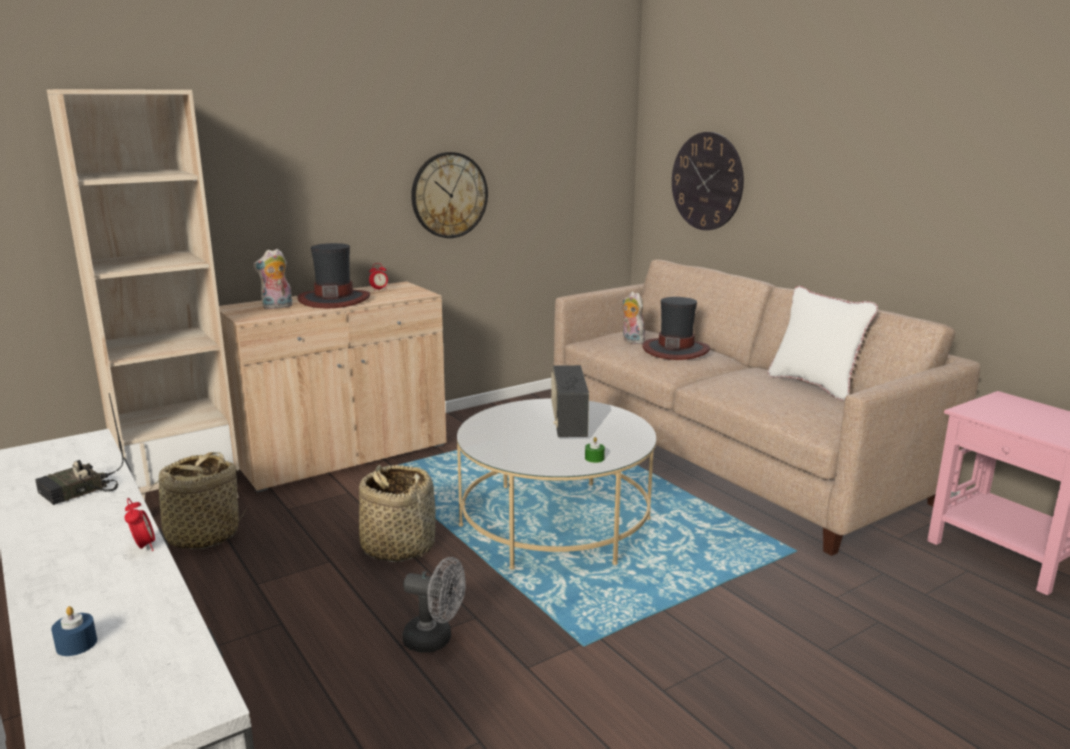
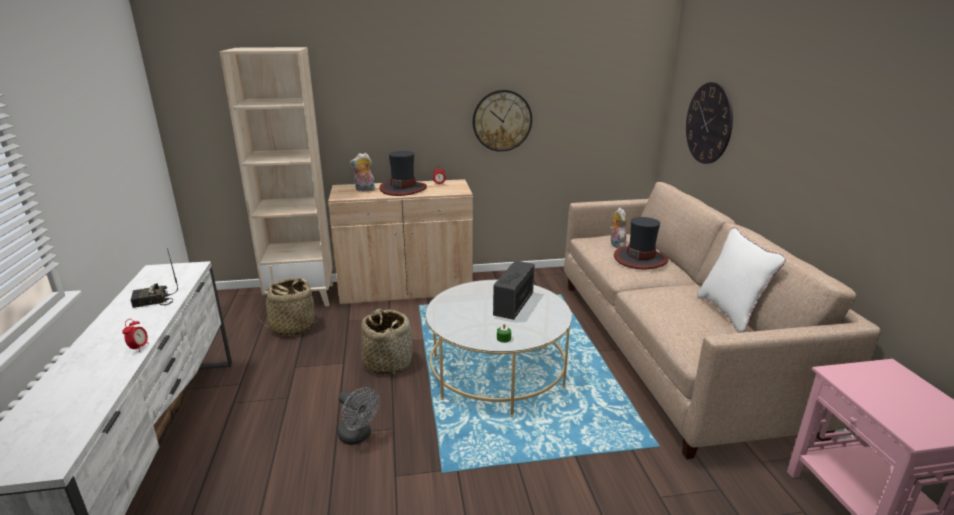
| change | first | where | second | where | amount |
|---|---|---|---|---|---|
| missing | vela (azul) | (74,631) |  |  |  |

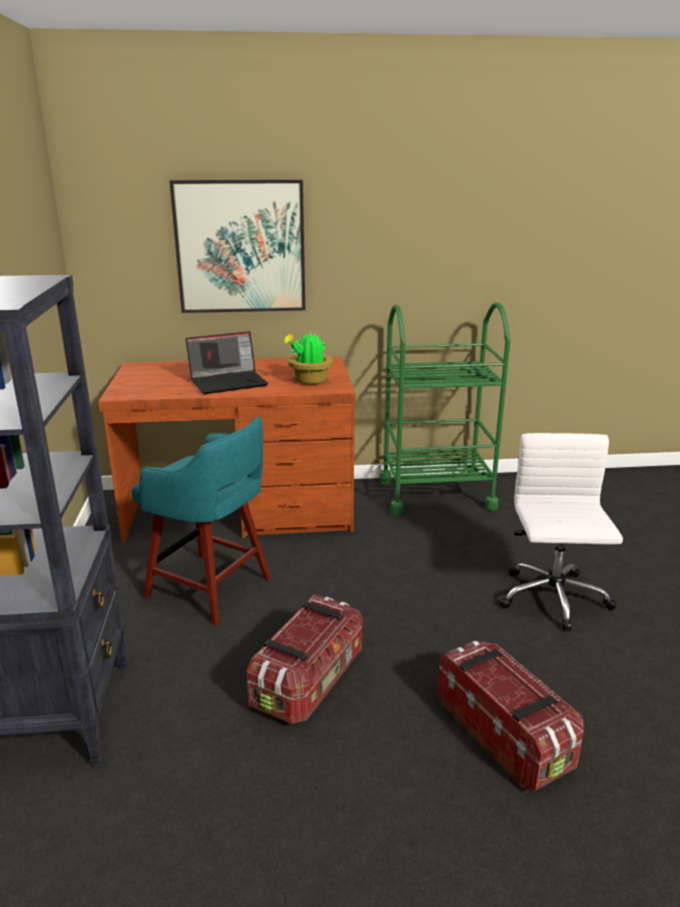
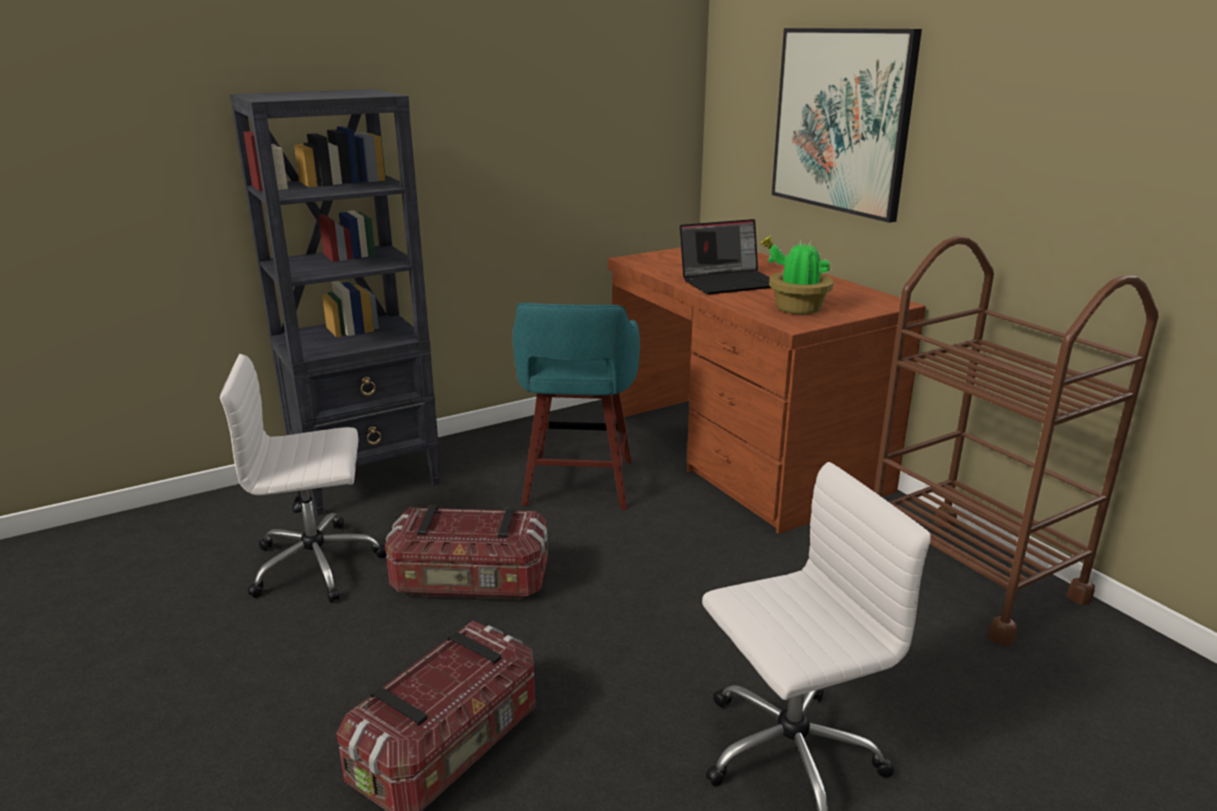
| change | first | where | second | where | amount |
|---|---|---|---|---|---|
| appeared |  |  | silla de oficina (blanco) | (303,478) |  |
| colour | carrito (verde) | (445,408) | carrito (marrón) | (1016,441) |  |
| spun | portátil | (226,362) |  | (725,257) | 60 degrees counterclockwise |

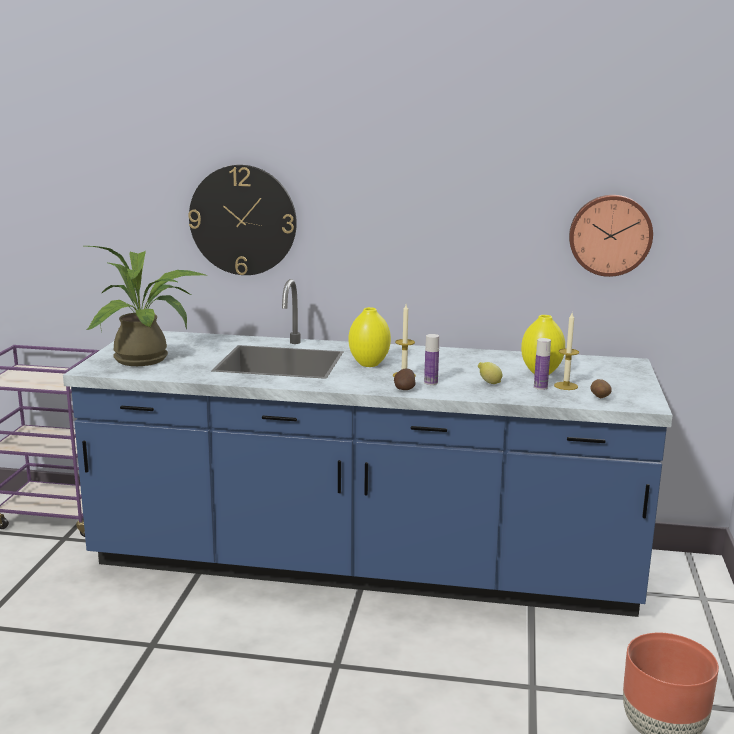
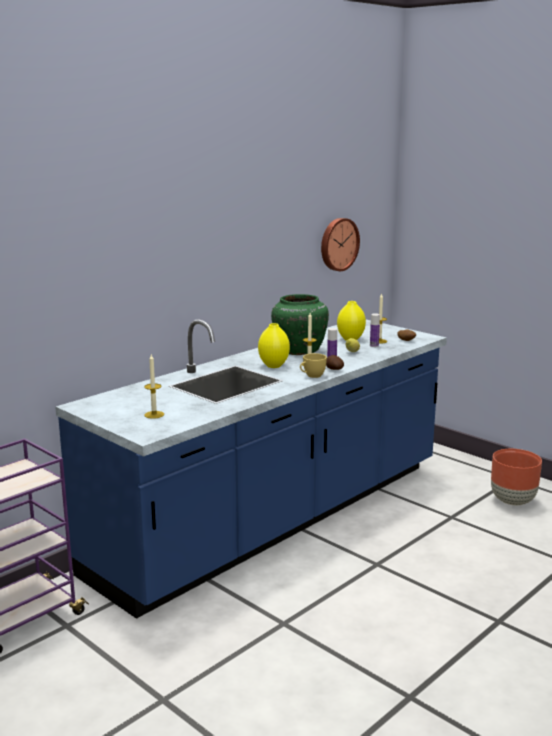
| change | first | where | second | where | amount |
|---|---|---|---|---|---|
| missing | reloj de pared | (242,220) |  |  |  |
| appeared |  |  | florero (verde) | (300,324) |  |
| appeared |  |  | taza (amarillo) | (313,365) |  |
| exchanged | planta en maceta | (146,306) | vela | (154,386) |  |

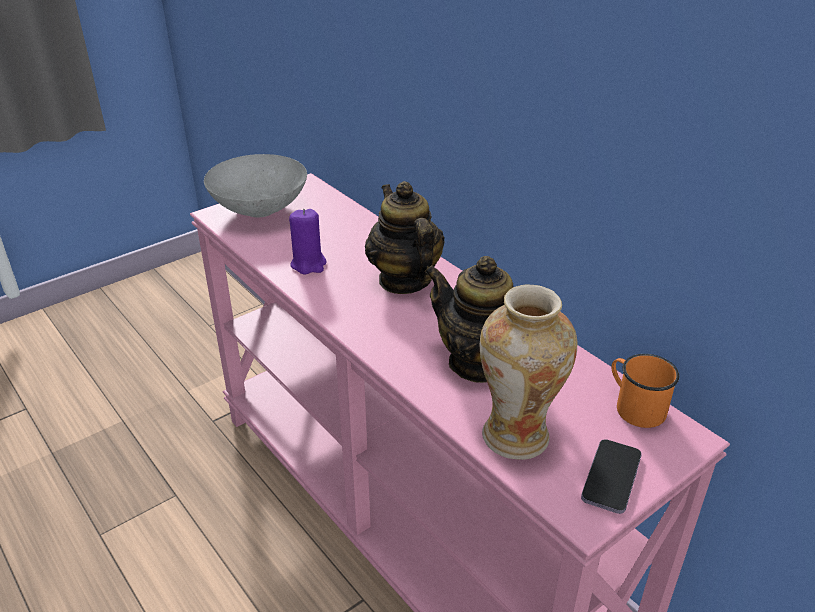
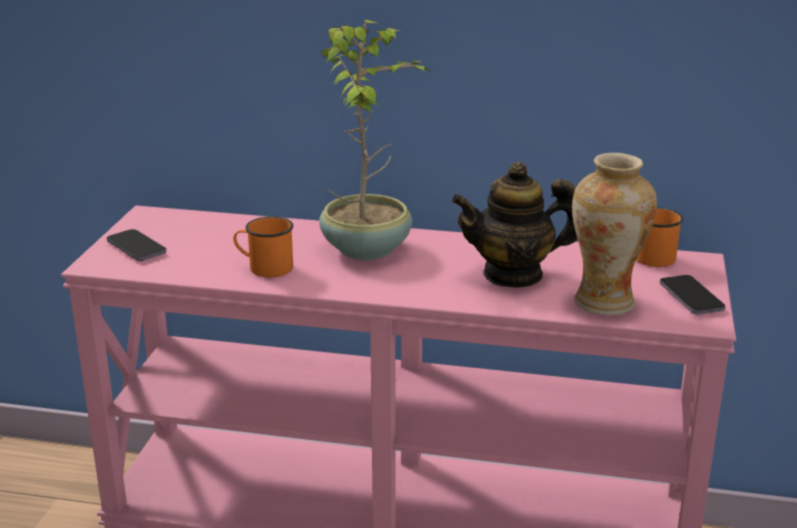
| change | first | where | second | where | amount |
|---|---|---|---|---|---|
| exchanged | cuenco (gris) | (255,186) | móvil | (136,245) |  |
| exchanged | vela (morado) | (308,241) | taza grande (naranja) | (263,246) |  |
| exchanged | tetera | (405,237) | planta en maceta | (375,140) |  |

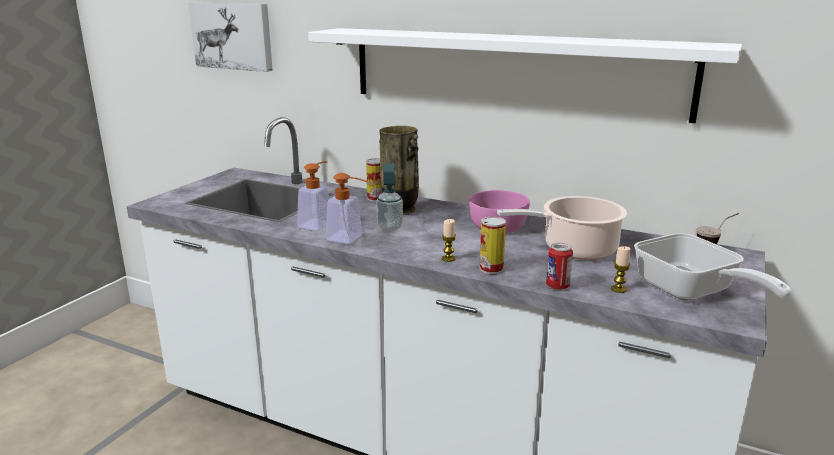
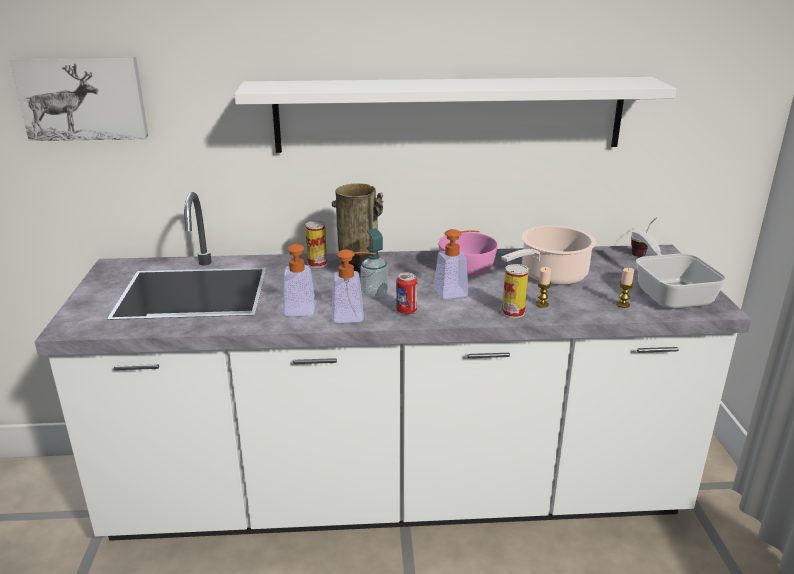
| change | first | where | second | where | amount |
|---|---|---|---|---|---|
| appeared |  |  | dispensador de jabón | (457,264) |  |
| relocated | vela | (449,240) |  | (543,287) |  |
| relocated | lata | (559,266) |  | (406,293) |  |
| spun | sartén | (713,266) |  | (679,270) | 135 degrees counterclockwise |

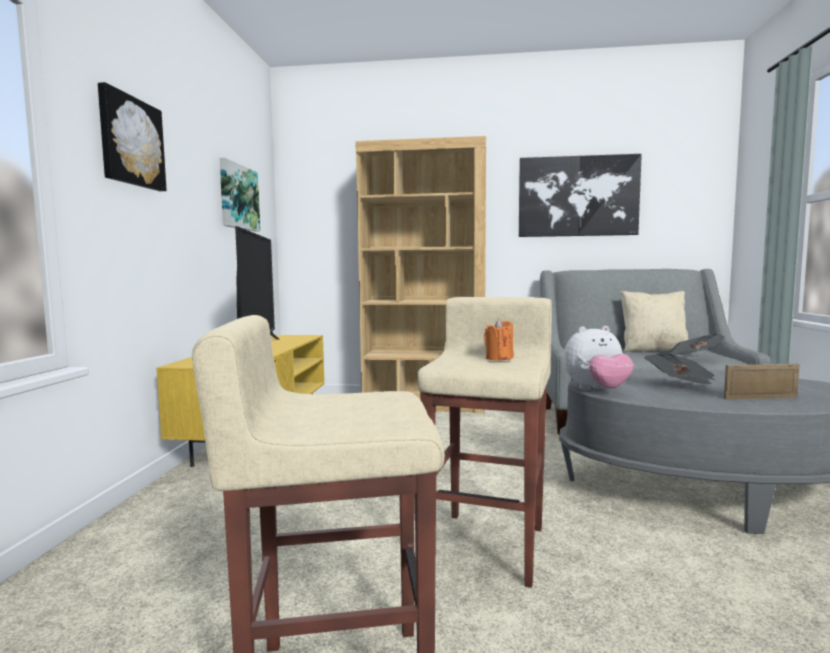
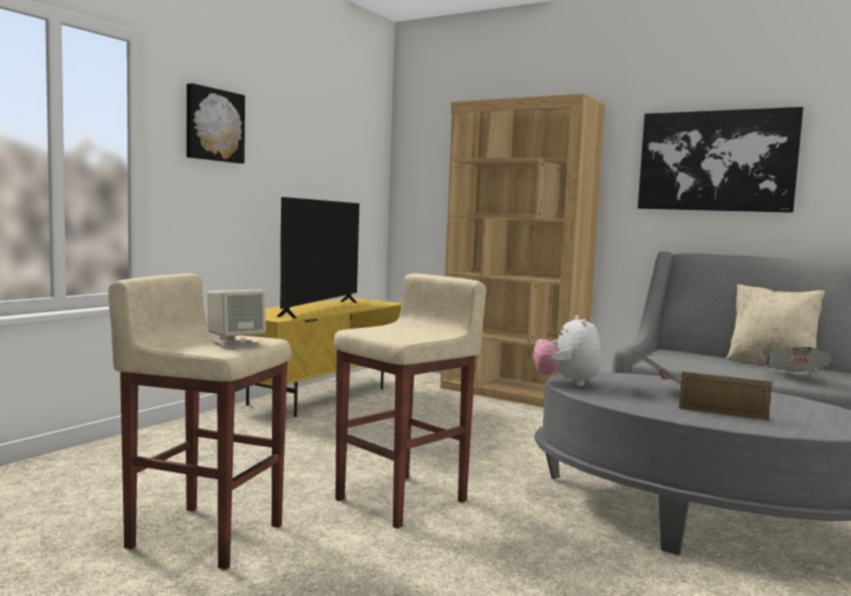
| change | first | where | second | where | amount |
|---|---|---|---|---|---|
| missing | cuadro | (240,195) |  |  |  |
| missing | vela (naranja) | (499,339) |  |  |  |
| appeared |  |  | altavoz (beis) | (236,319) |  |
| spun | peluche | (598,358) |  | (567,350) | 75 degrees clockwise |

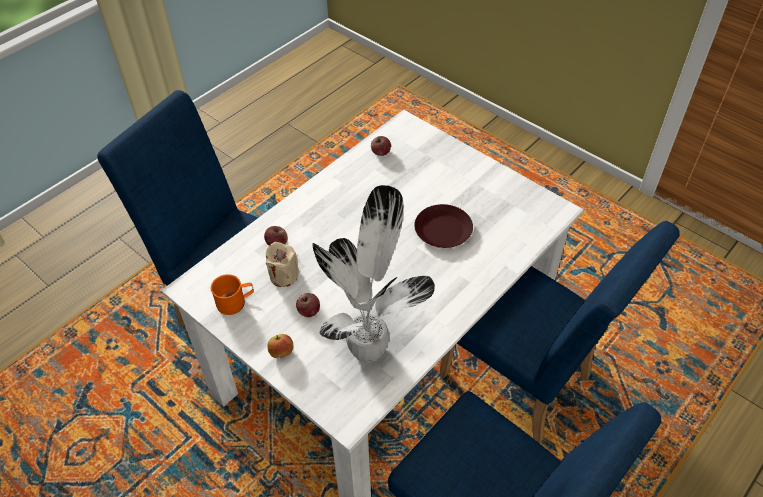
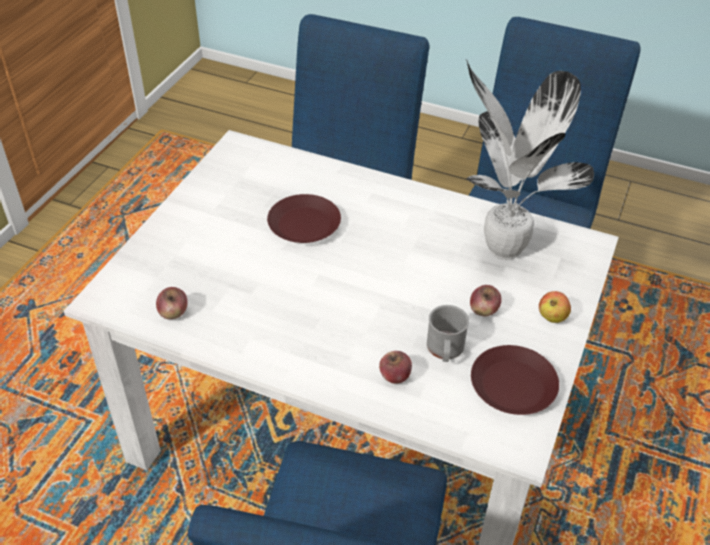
| change | first | where | second | where | amount |
|---|---|---|---|---|---|
| exchanged | taza grande (naranja) | (232,294) | plato (marrón) | (515,380) |  |
| exchanged | vela (beis) | (282,264) | taza grande (gris) | (448,333) |  |

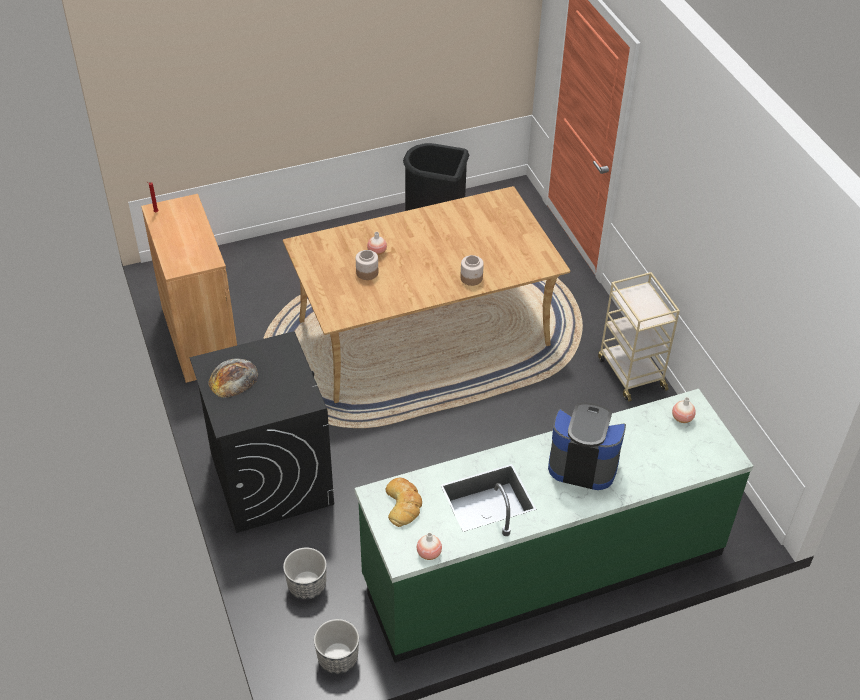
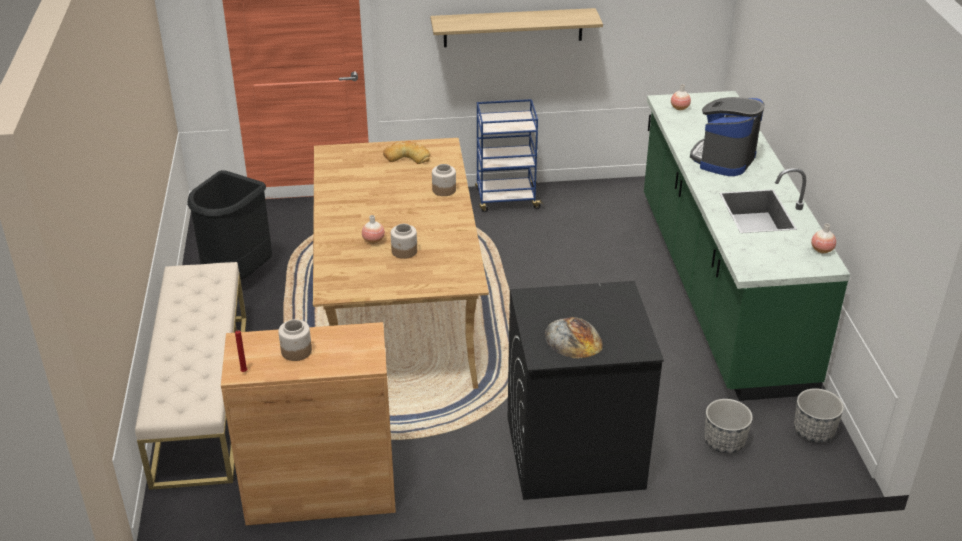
| change | first | where | second | where | amount |
|---|---|---|---|---|---|
| appeared |  |  | banco (beis) | (190,376) |  |
| appeared |  |  | tarro | (295,340) |  |
| appeared |  |  | estante | (516,27) |  |
| relocated | pan | (404,502) |  | (406,152) |  |
| colour | carrito (beis) | (639,336) | carrito (azul) | (509,155) |  |

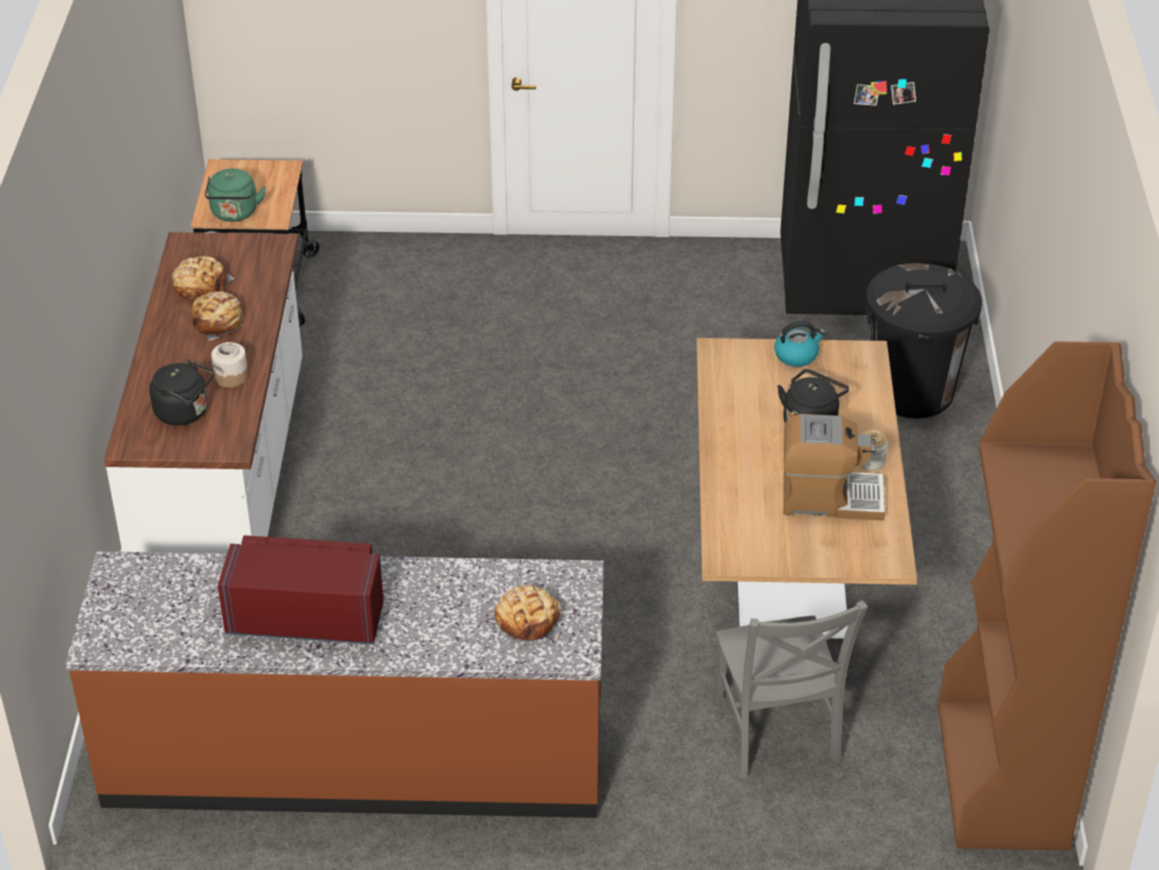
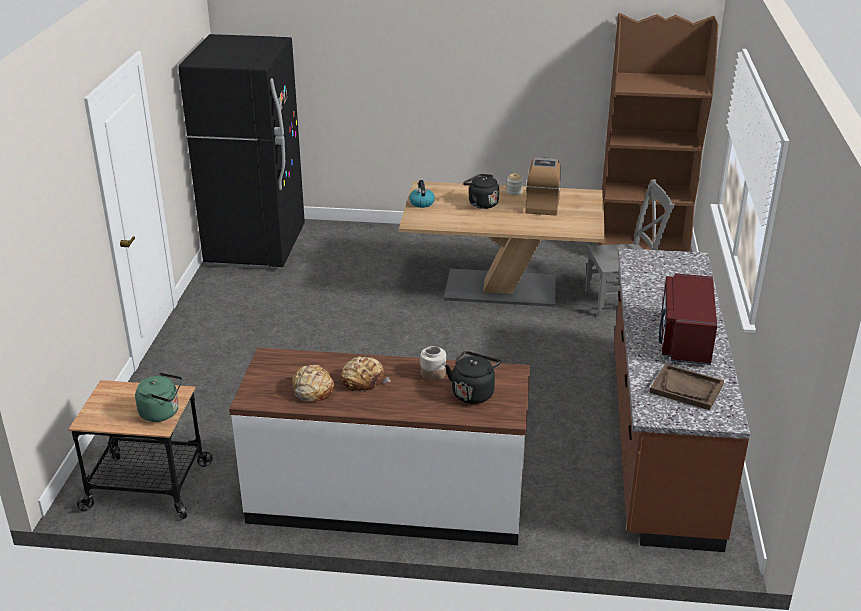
| change | first | where | second | where | amount |
|---|---|---|---|---|---|
| missing | pan | (528,612) |  |  |  |
| missing | papelera (negro) | (924,340) |  |  |  |
| appeared |  |  | bandeja (marrón) | (687,387) |  |

